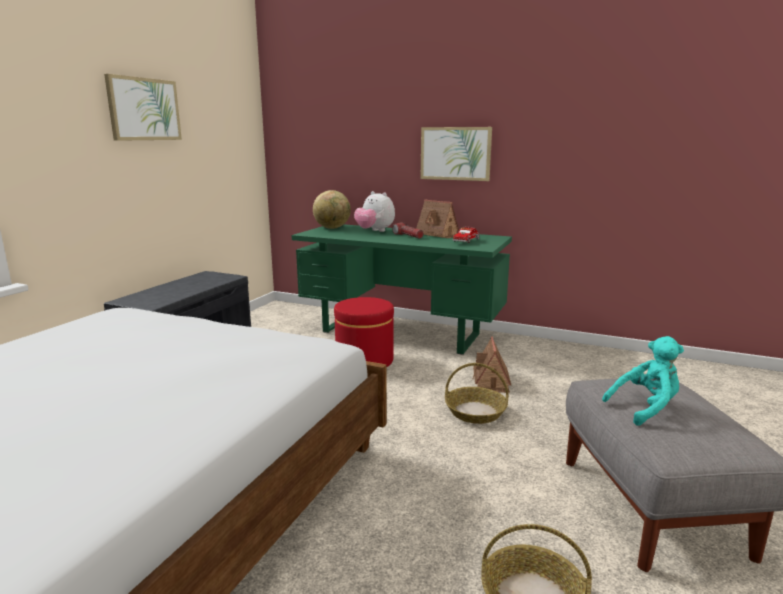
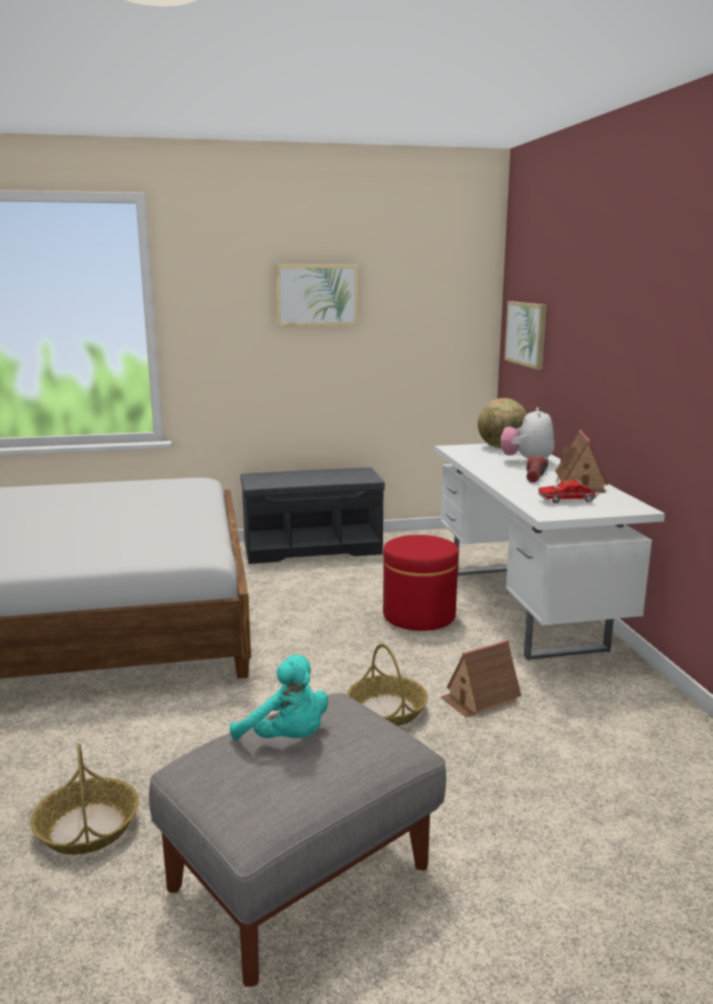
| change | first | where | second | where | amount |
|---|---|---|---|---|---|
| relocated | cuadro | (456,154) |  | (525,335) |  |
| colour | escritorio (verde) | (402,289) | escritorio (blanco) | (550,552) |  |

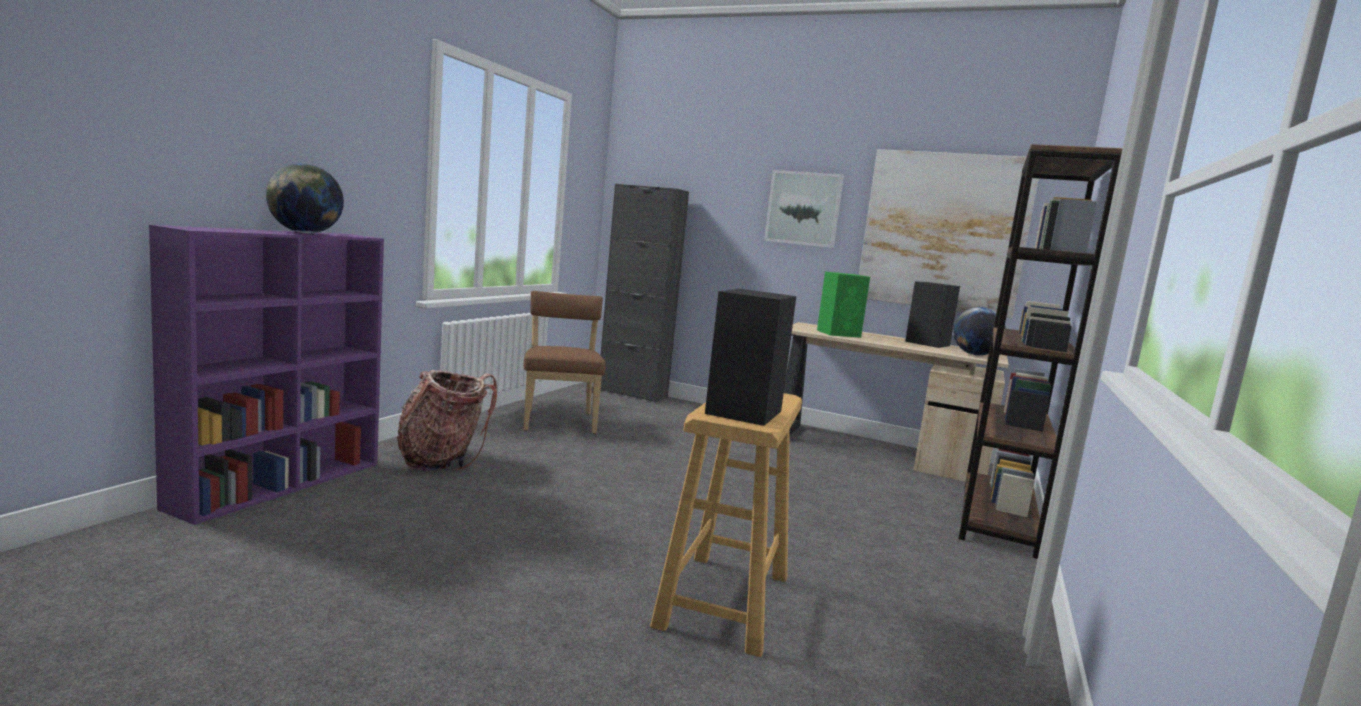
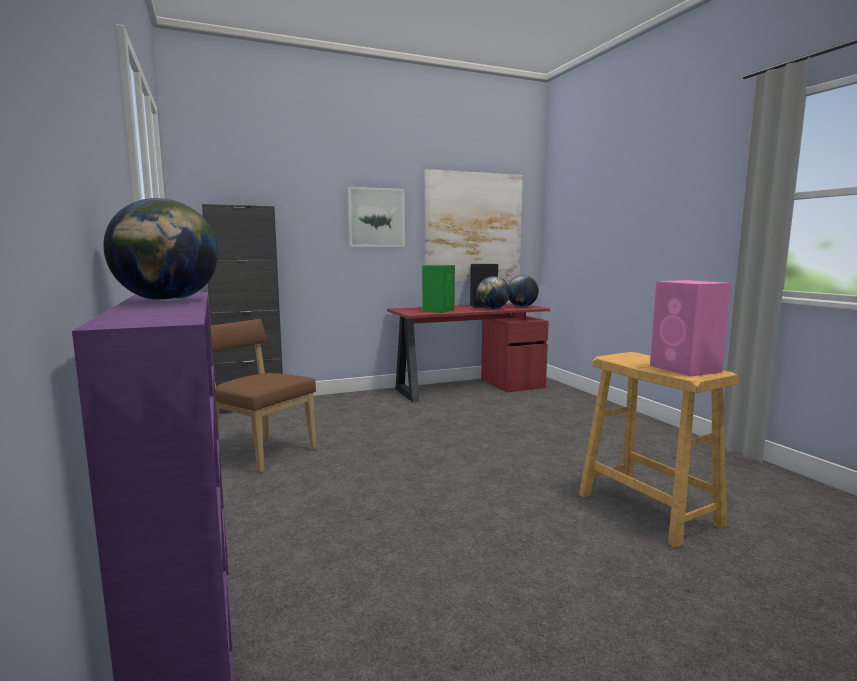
| change | first | where | second | where | amount |
|---|---|---|---|---|---|
| missing | mochila | (447,420) |  |  |  |
| missing | estantería (marrón) | (1041,351) |  |  |  |
| appeared |  |  | globo terráqueo | (493,293) |  |
| colour | altavoz (negro) | (750,357) | altavoz (rosa) | (690,328) |  |
| colour | escritorio (beis) | (896,402) | escritorio (rojo) | (468,352) |  |

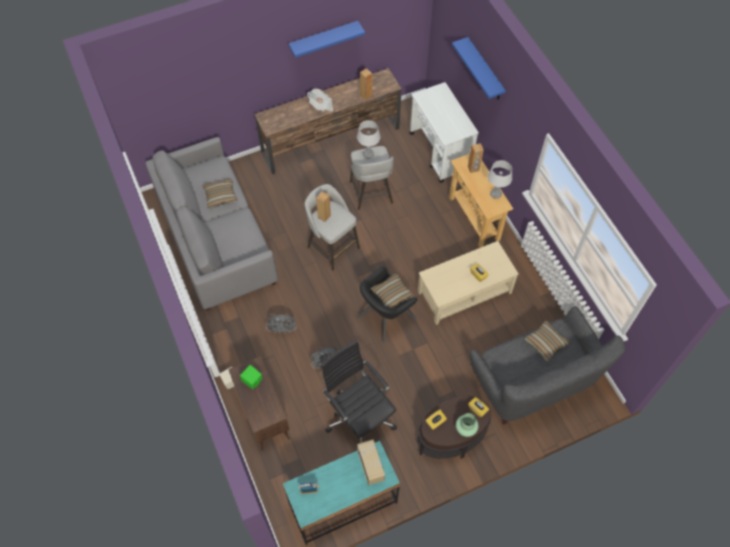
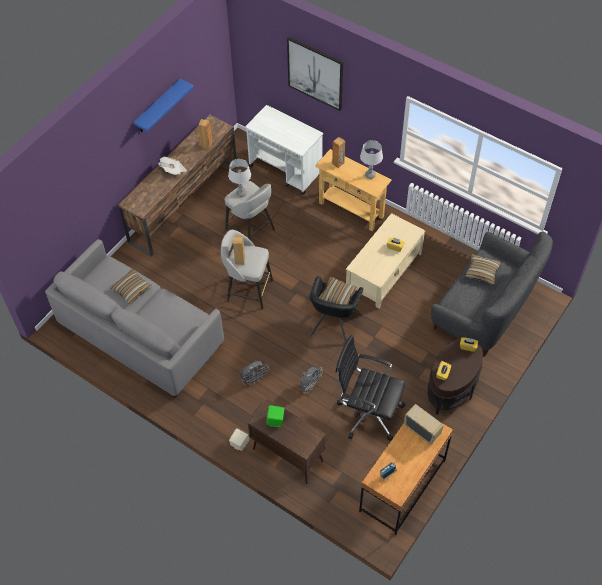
| change | first | where | second | where | amount |
|---|---|---|---|---|---|
| missing | florero (verde) | (467,425) |  |  |  |
| exchanged | estante (azul) | (479,68) | cuadro | (315,74) |  |
| colour | escritorio (turquesa) | (341,493) | escritorio (marrón) | (406,479) |  |

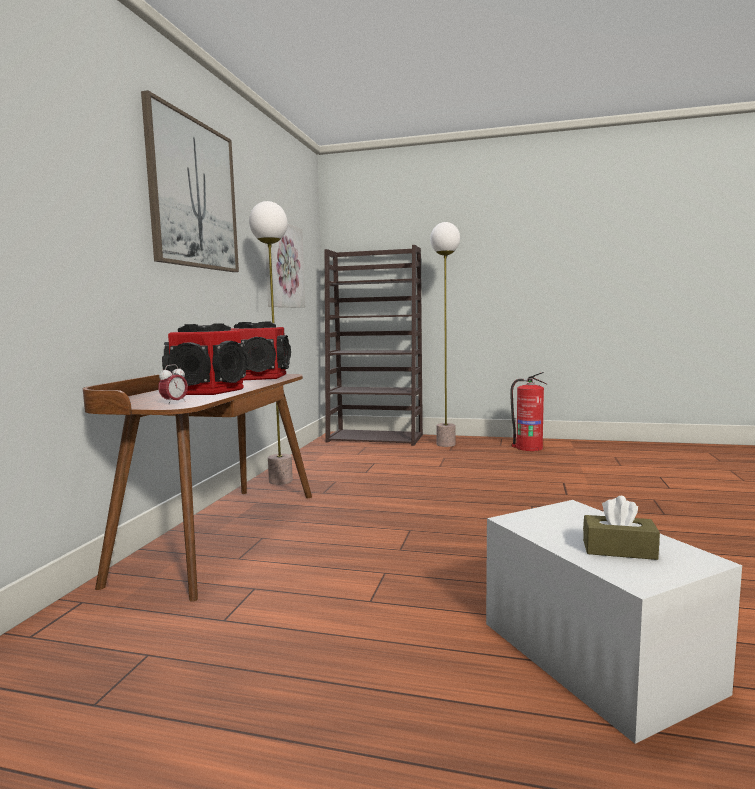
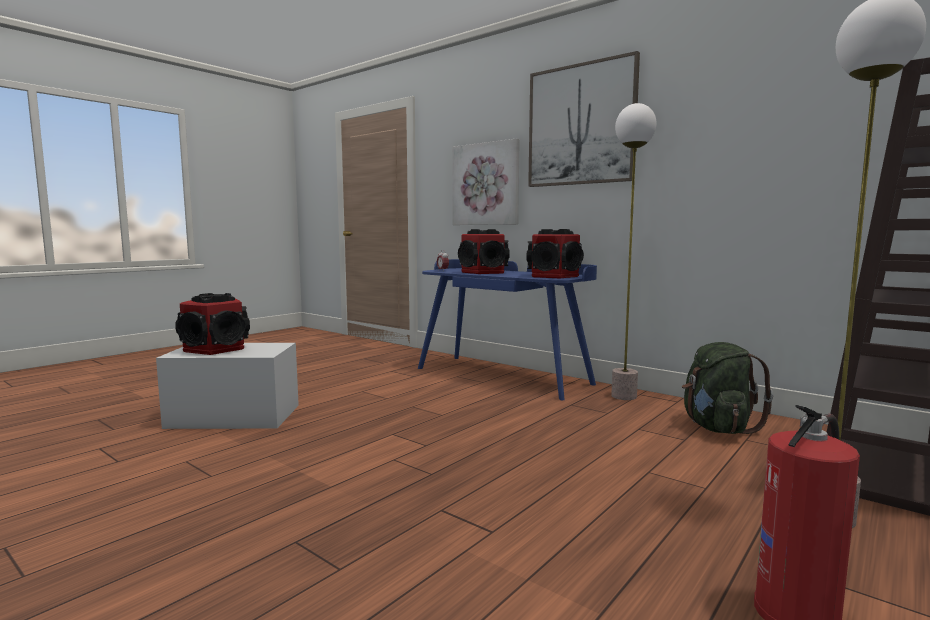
| change | first | where | second | where | amount |
|---|---|---|---|---|---|
| appeared |  |  | mochila (verde) | (728,388) |  |
| relocated | cuadro | (285,266) |  | (486,181) |  |
| exchanged | caja de pañuelos (marrón) | (621,528) | altavoz | (212,324) |  |
| colour | escritorio (marrón) | (197,488) | escritorio (azul) | (507,329) |  |

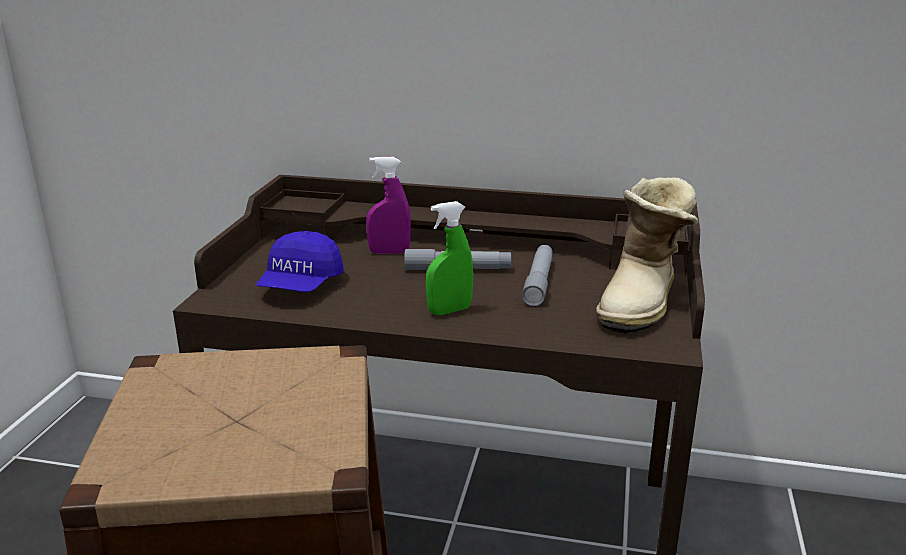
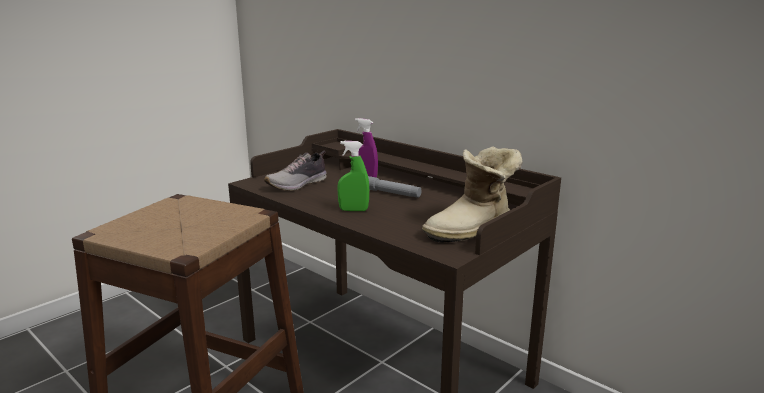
| change | first | where | second | where | amount |
|---|---|---|---|---|---|
| missing | linterna (gris) | (537,275) |  |  |  |
| exchanged | gorra (azul) | (300,261) | zapato | (295,171) |  |

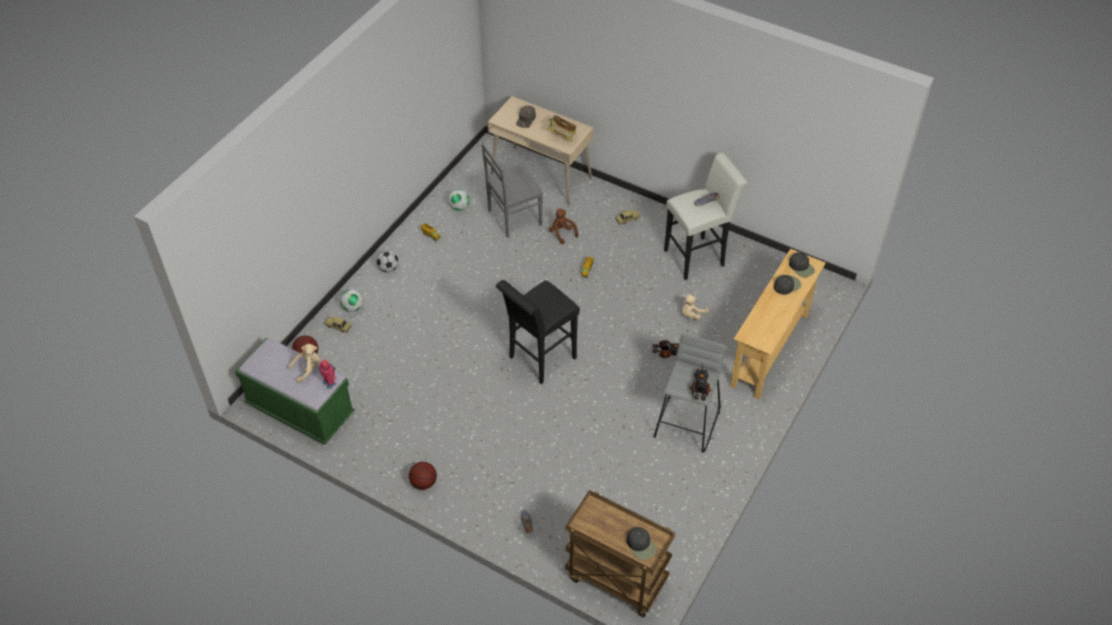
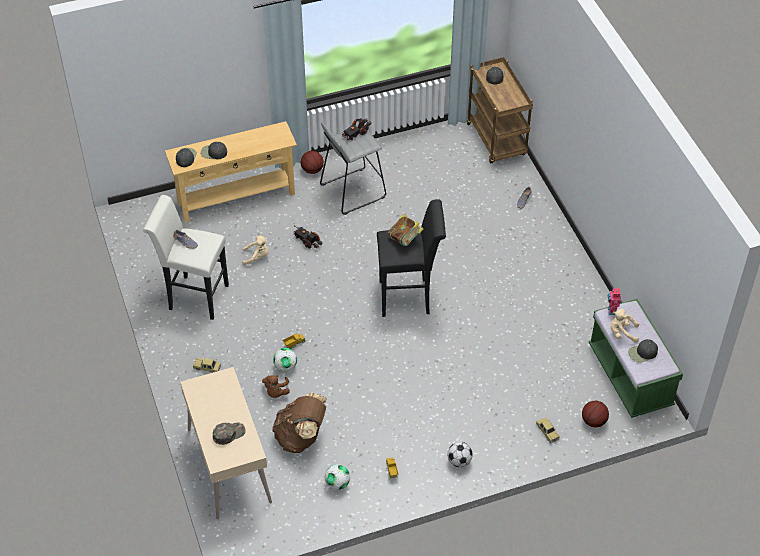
| change | first | where | second | where | amount |
|---|---|---|---|---|---|
| appeared |  |  | gorra (negro) | (643,351) |  |
| relocated | balón de fútbol | (351,300) |  | (285,360) |  |
| relocated | balón de baloncesto | (423,476) |  | (312,162) |  |
| relocated | libro | (562,128) |  | (406,230) |  |
| exchanged | silla (gris) | (512,190) | mochila (marrón) | (299,423) |  |

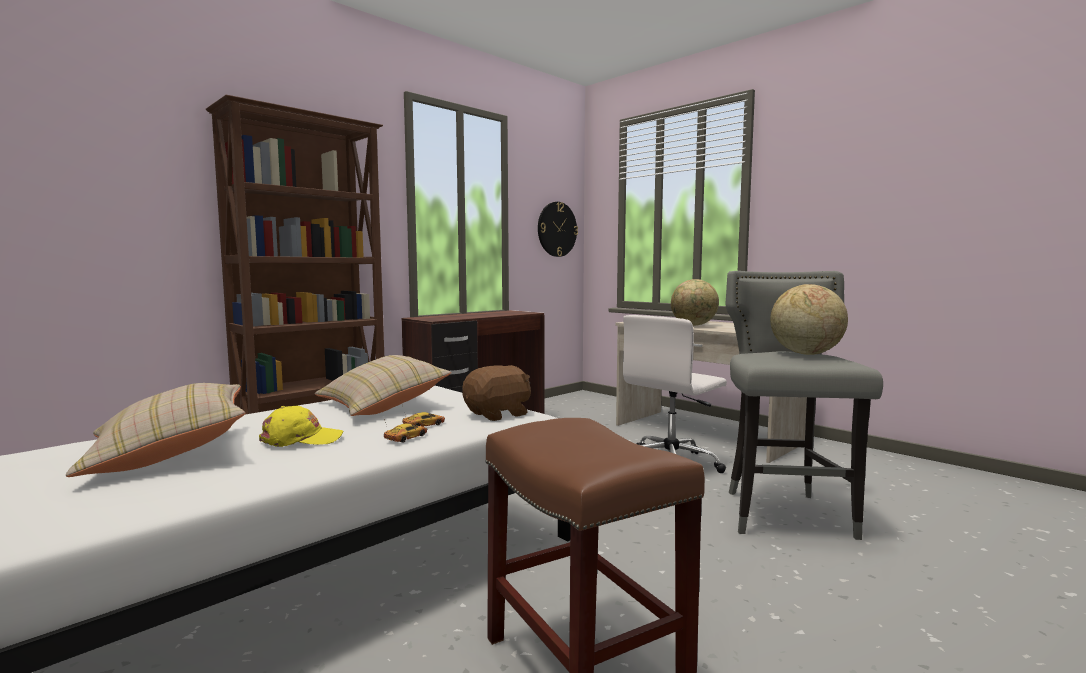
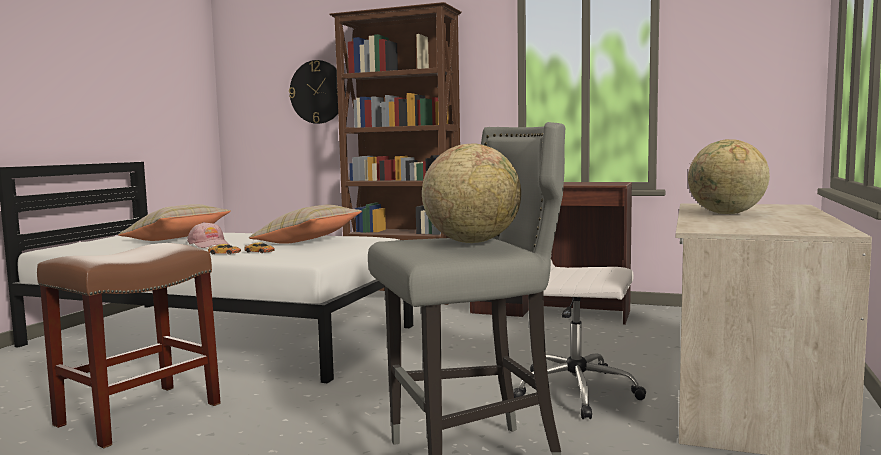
| change | first | where | second | where | amount |
|---|---|---|---|---|---|
| missing | peluche (marrón) | (496,393) |  |  |  |
| relocated | reloj de pared | (558,229) |  | (317,92) |  |
| colour | gorra (amarillo) | (301,426) | gorra (rosa) | (208,235) |  |

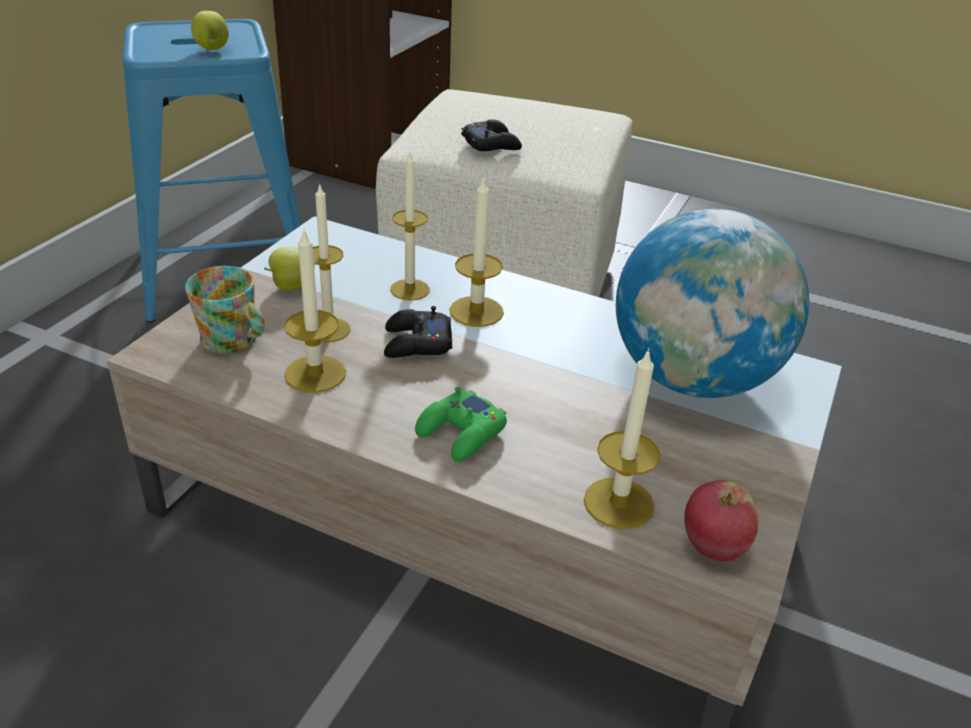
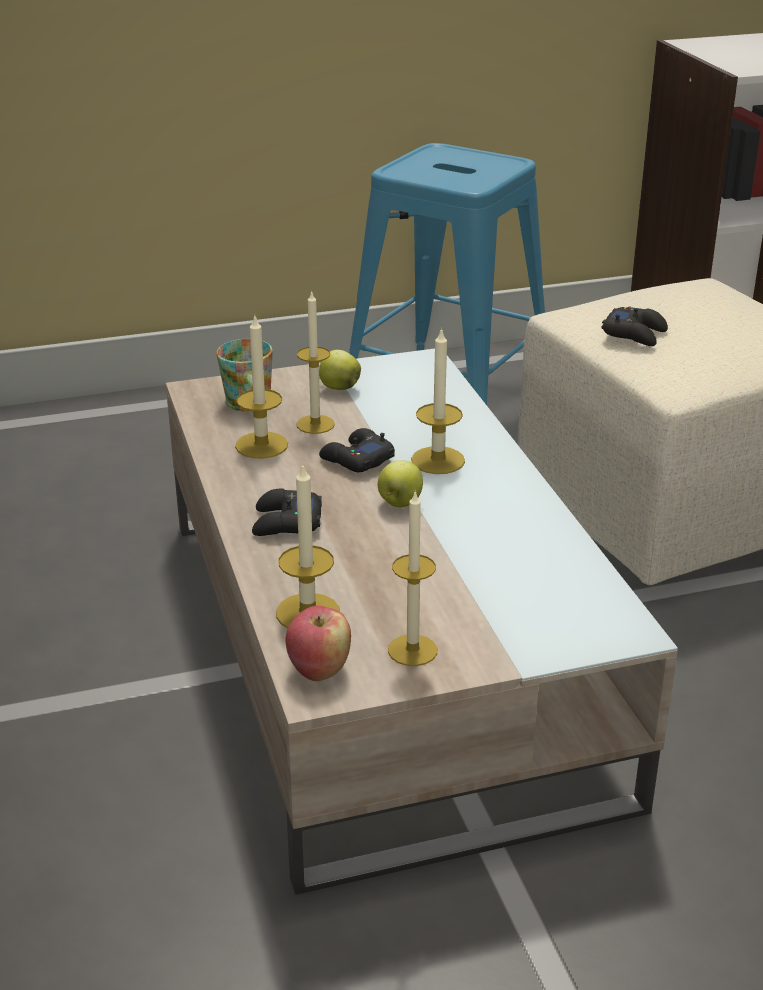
| change | first | where | second | where | amount |
|---|---|---|---|---|---|
| missing | globo terráqueo | (712,303) |  |  |  |
| relocated | manzana | (210,30) |  | (400,483) |  |
| relocated | vela | (410,227) |  | (412,578) |  |
| colour | mando de consola (verde) | (461,424) | mando de consola (negro) | (287,512) |  |

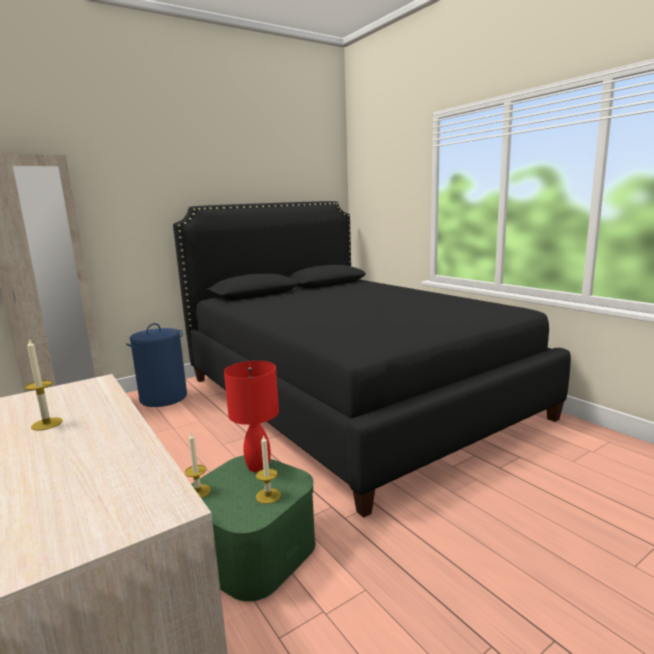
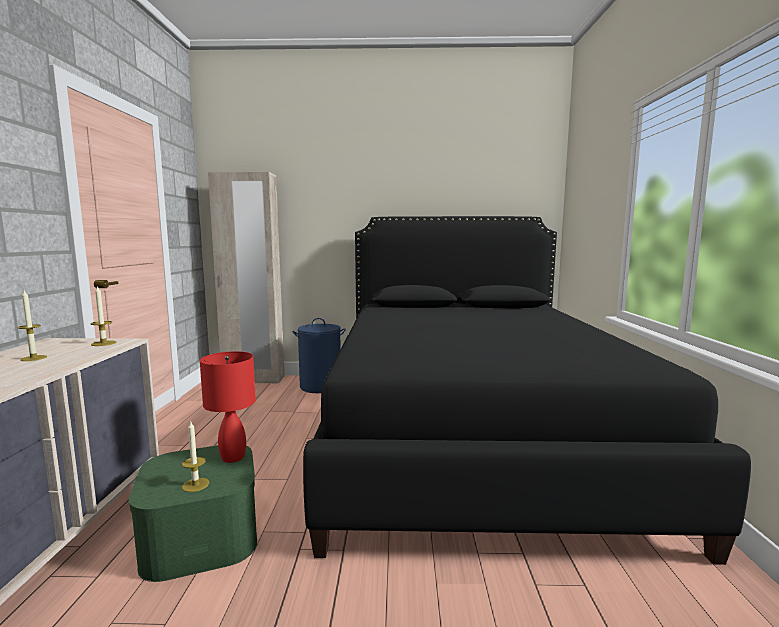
| change | first | where | second | where | amount |
|---|---|---|---|---|---|
| relocated | vela | (198,465) |  | (103,315) |  |

